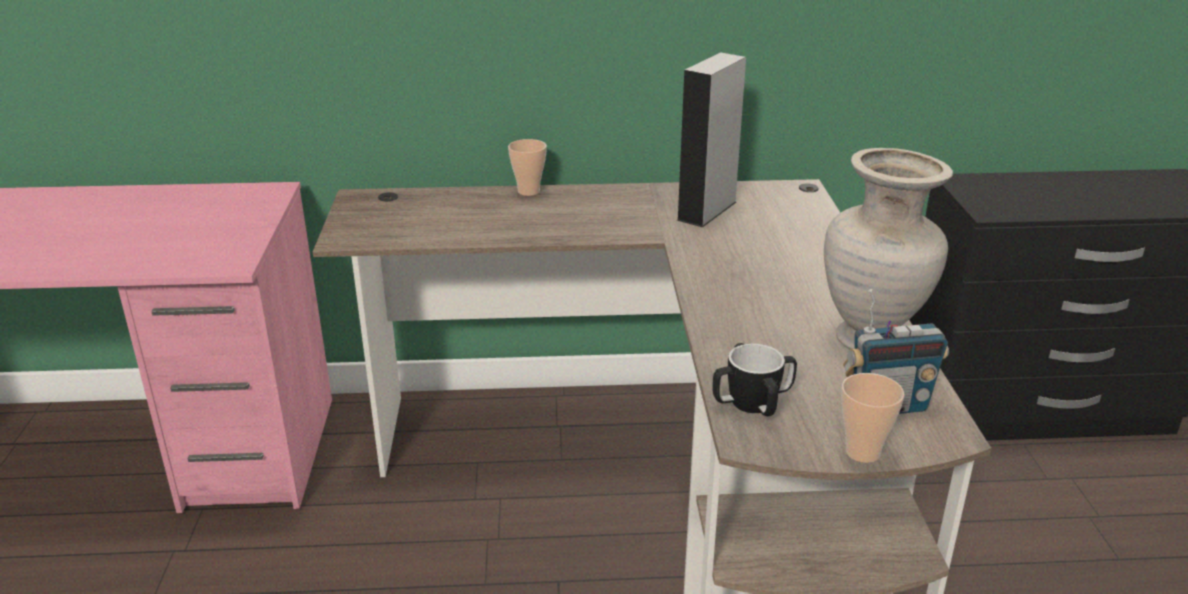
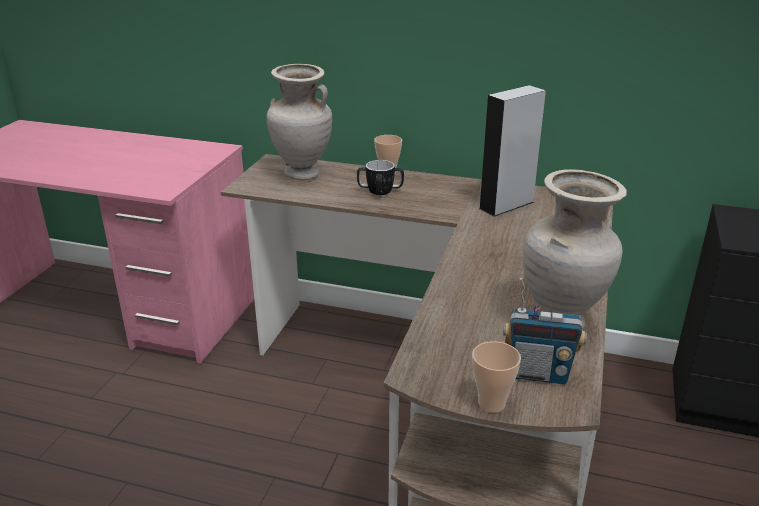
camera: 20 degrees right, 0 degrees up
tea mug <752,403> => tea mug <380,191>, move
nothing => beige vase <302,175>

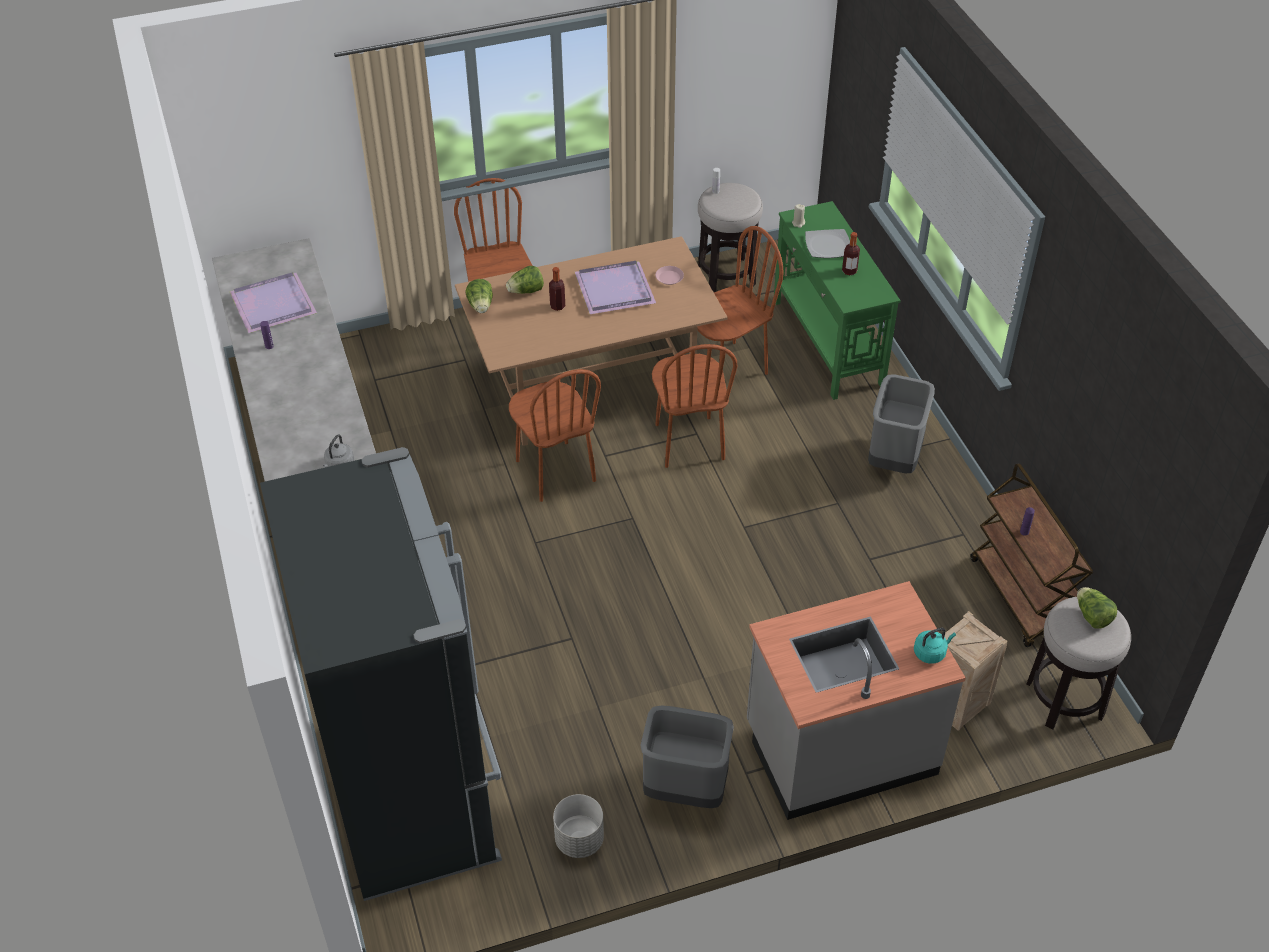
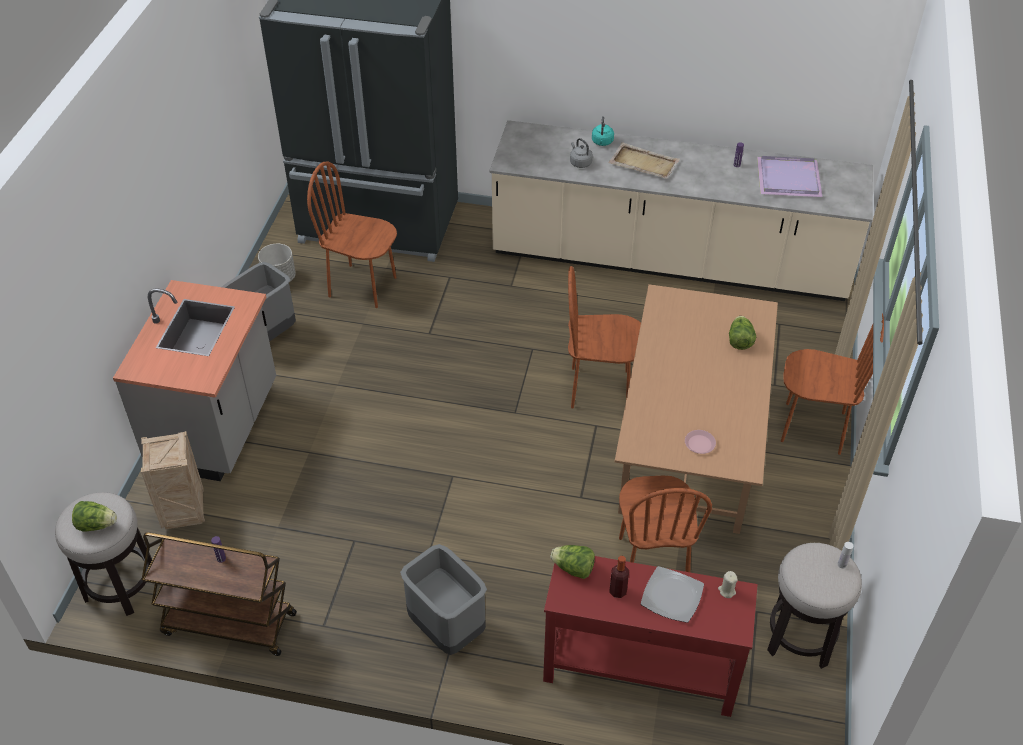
camera: 120 degrees right, 0 degrees up
lettuce <481,306> => lettuce <573,568>, move
beverage bottle <557,306> => nothing
purple tray <615,288> => nothing
brown chair <688,442> => brown chair <362,286>, move
green narrow table <827,343> => red narrow table <639,668>
turquoise water kettle <931,653> => turquoise water kettle <602,142>, move
nothing => beige tray <643,163>

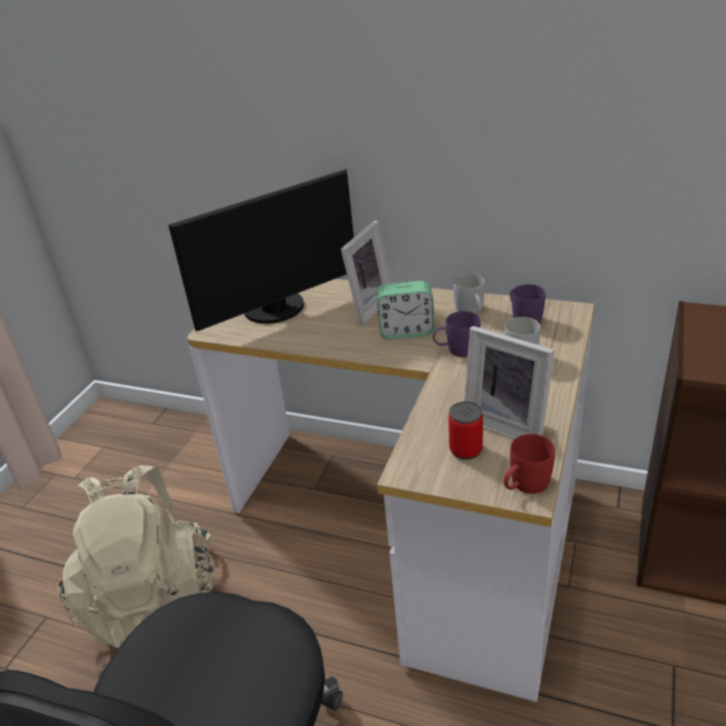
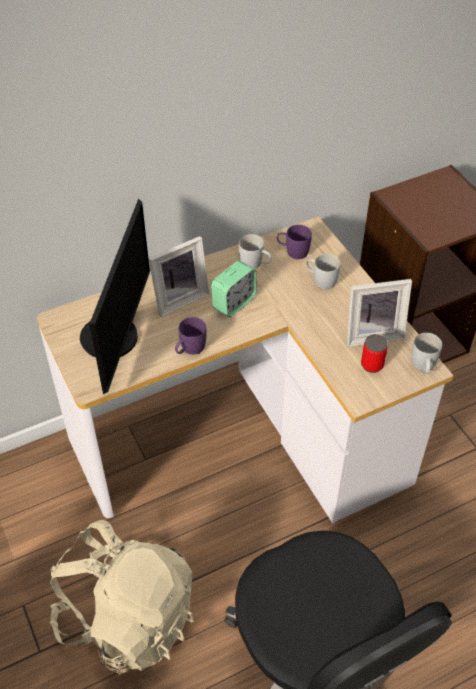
camera: 50 degrees left, 15 degrees up
standing frame <366,306> => standing frame <179,298>, 75 degrees clockwise
purple tea mug <456,350> => purple tea mug <189,349>, move
red tea mug <524,486> => white tea mug <423,366>

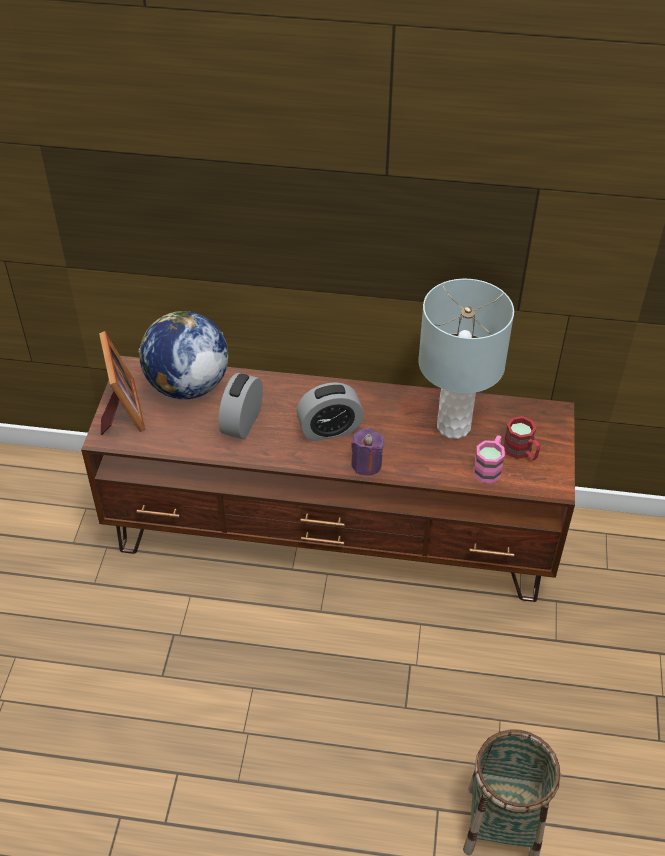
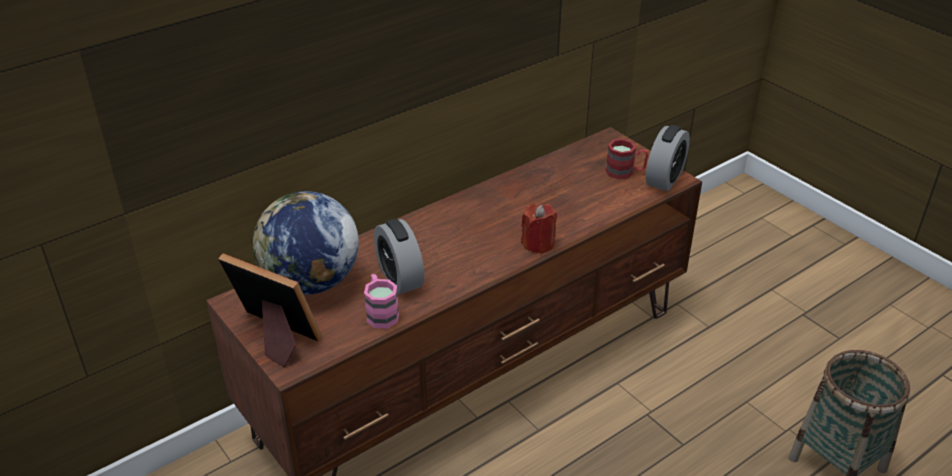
camera: 45 degrees left, 10 degrees down
bedside clock <329,429> => bedside clock <664,179>, move
purple wax light <366,464> => red wax light <538,244>
grey lamp for a table <454,426> => nothing
pinkish tea mug <489,468> => pinkish tea mug <380,313>, move

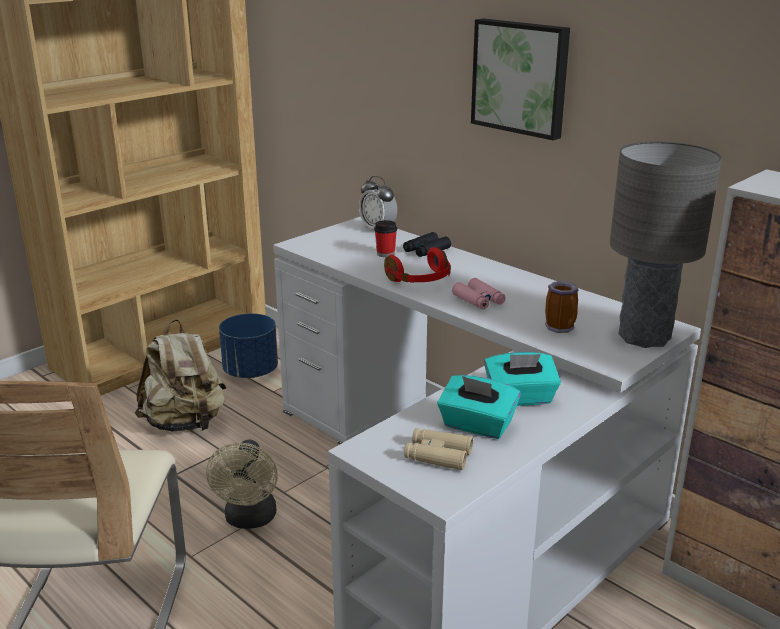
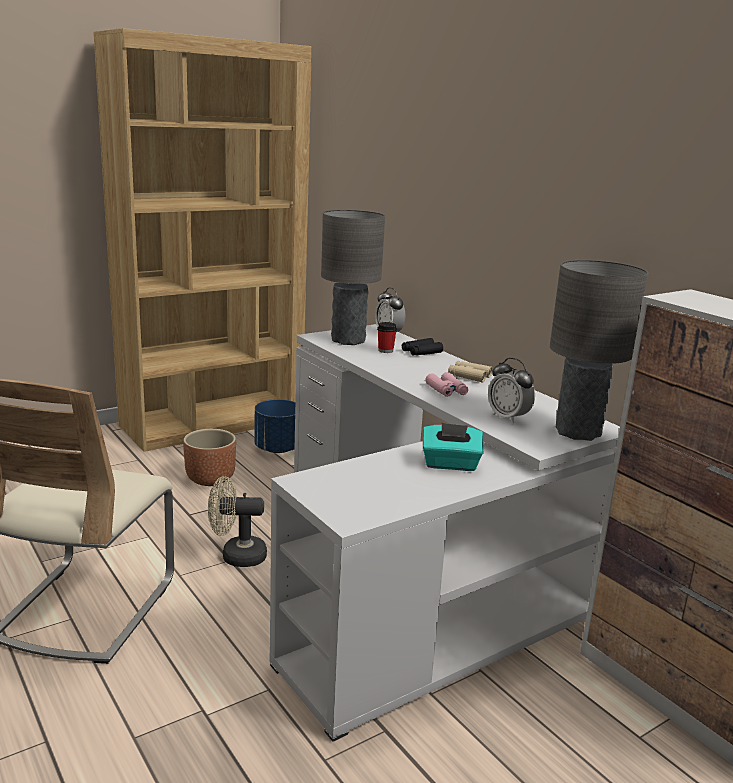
camera: 10 degrees right, 5 degrees down
beige rucksack <185,423> => brown plant pot <211,479>
beige cooling fan <249,520> => beige cooling fan <236,556>, 75 degrees clockwise
red headset <420,280> => nothing
beige pair of binoculars <438,455> => beige pair of binoculars <469,376>, move
turquoise tissue holder <477,425> => nothing
picture <521,77> => nothing
tea mug <562,328> => bedside clock <508,417>
nothing => grey lamp for a table <348,340>

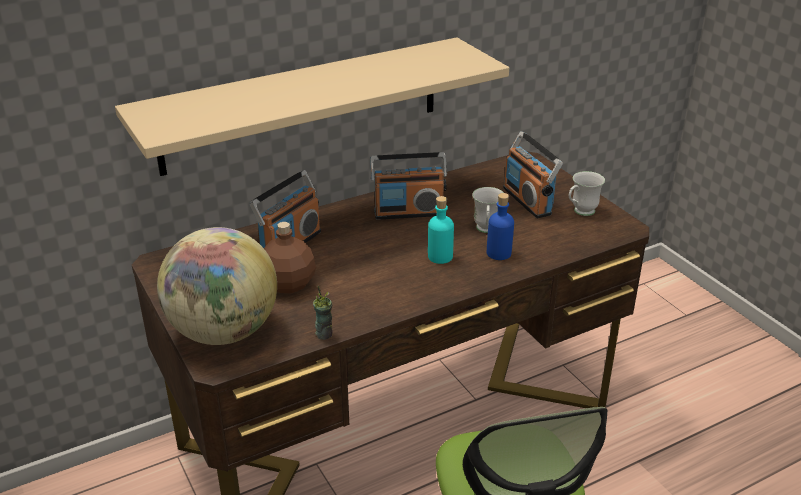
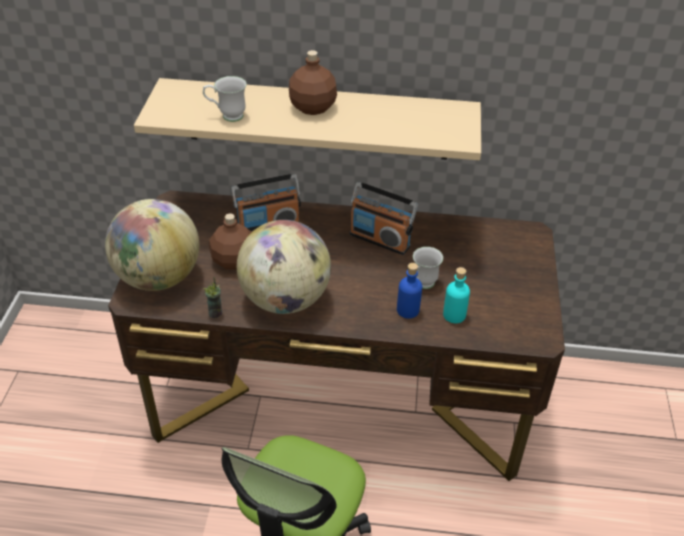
camera: 35 degrees right, 10 degrees up
turquoise beverage bottle <440,257> => turquoise beverage bottle <454,315>, move
radio <527,201> => nothing
white tea mug <580,212> => white tea mug <227,116>, move
nothing => world globe <285,299>
nothing => brown beverage bottle <313,107>

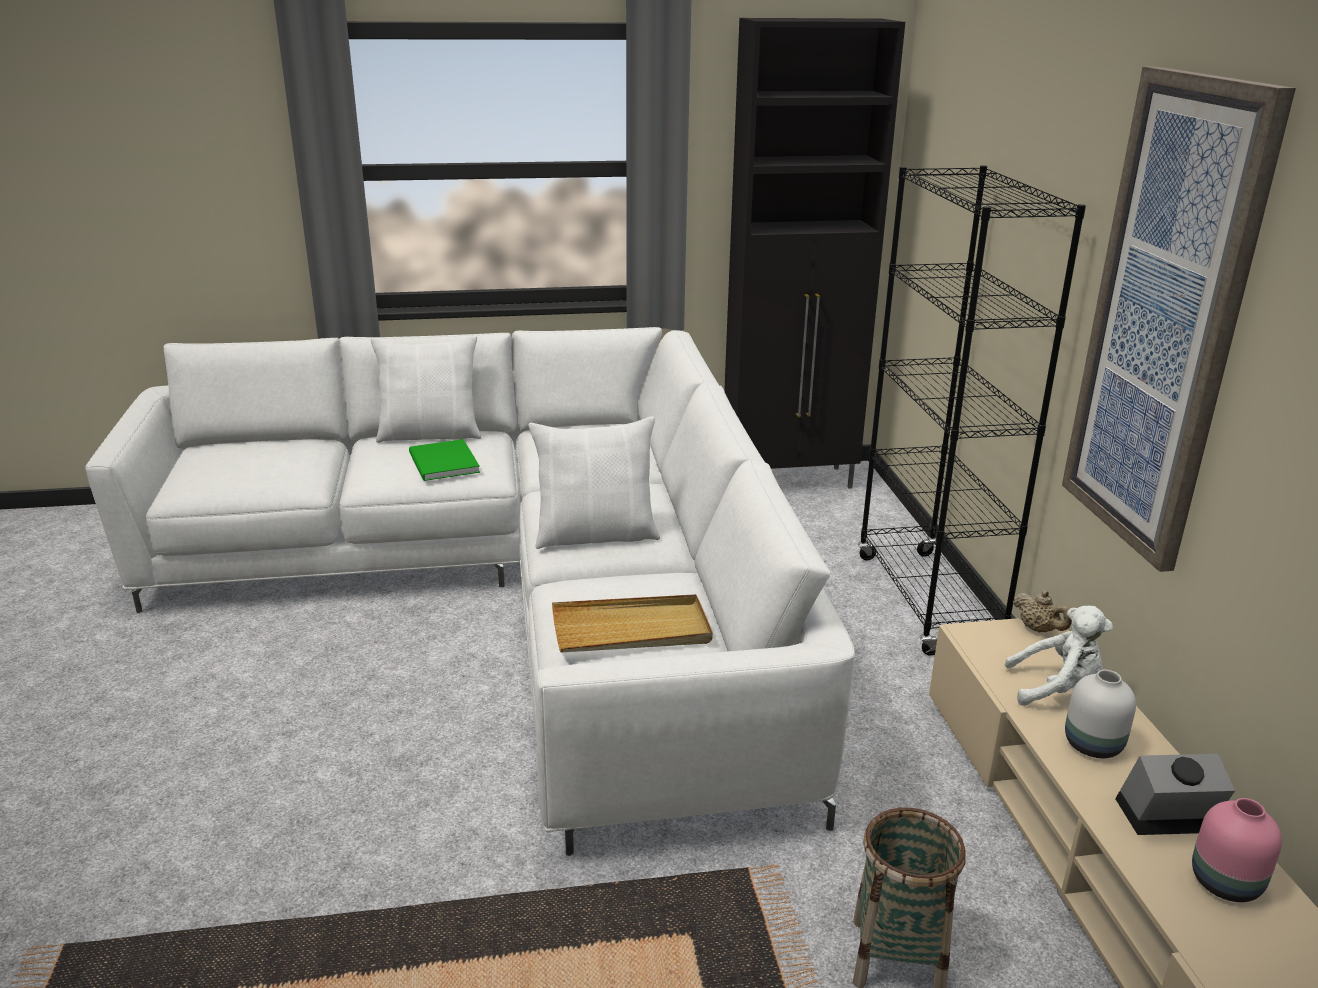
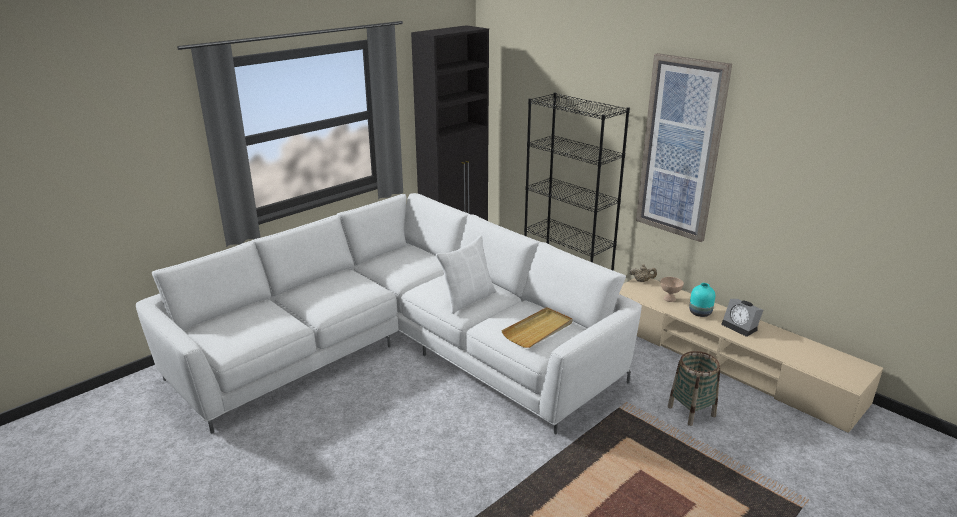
camera: 35 degrees left, 0 degrees up
white cushion <430,434> => nothing
green book <442,464> => nothing
white soft toy <1056,688> => beige serving bowl <670,299>
white vase <1092,746> => turquoise vase <700,313>
bedside clock <1163,819> => bedside clock <741,327>, 90 degrees counterclockwise
pinkish vase <1223,883> => nothing

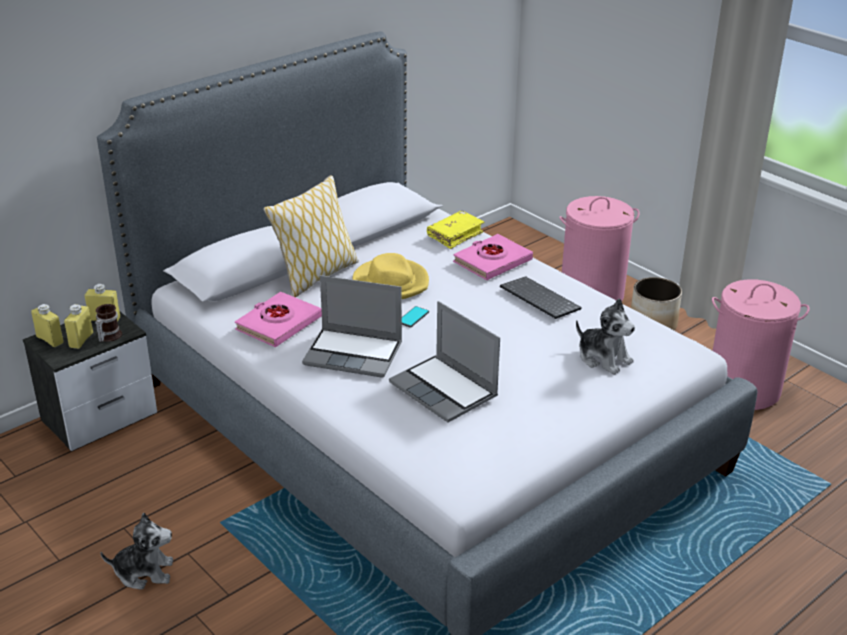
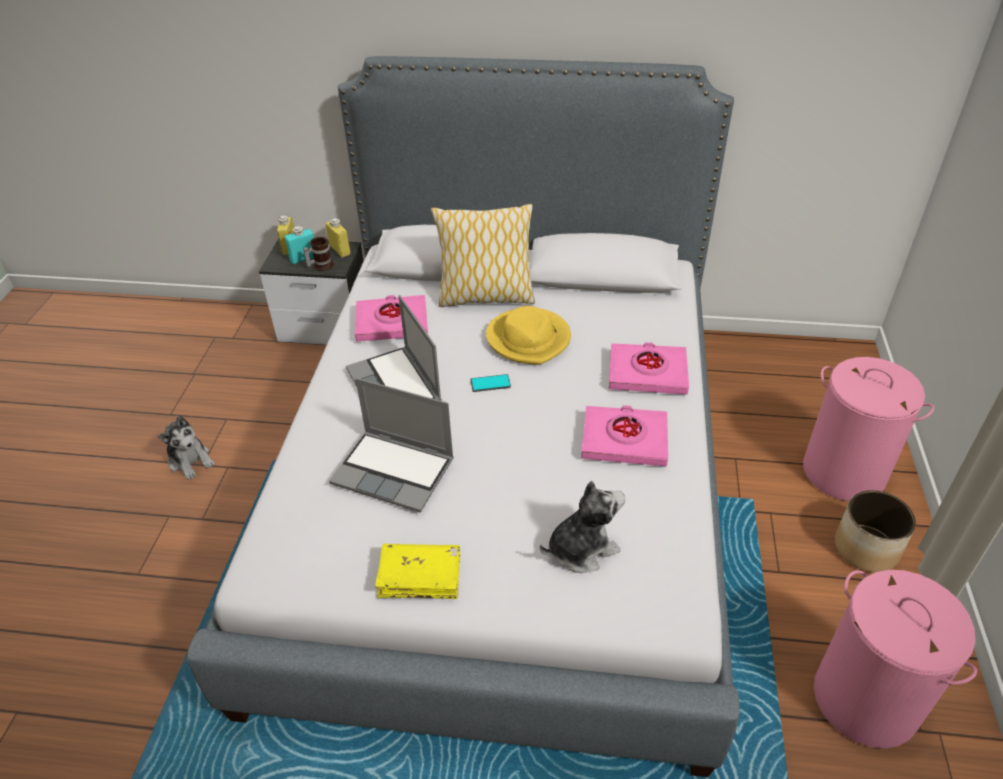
camera: 50 degrees right, 10 degrees up
yellow beverage bottle <81,340> => turquoise beverage bottle <304,258>
portable computer <445,390> => portable computer <395,471>, 75 degrees counterclockwise
yellow book <455,235> => yellow book <420,577>, move
keyboard <537,299> => pinkish book <624,440>
soft toy <603,358> => soft toy <581,549>, 120 degrees counterclockwise

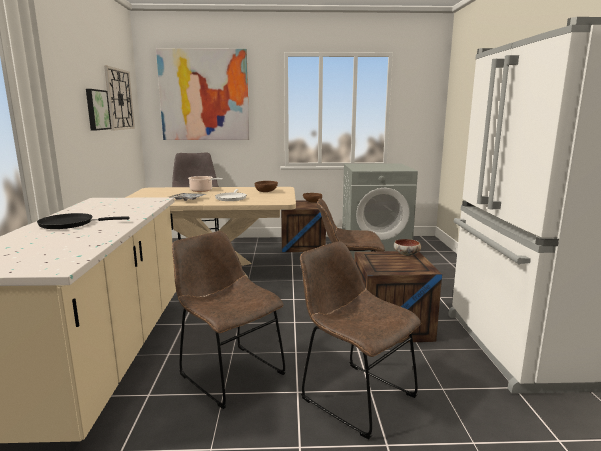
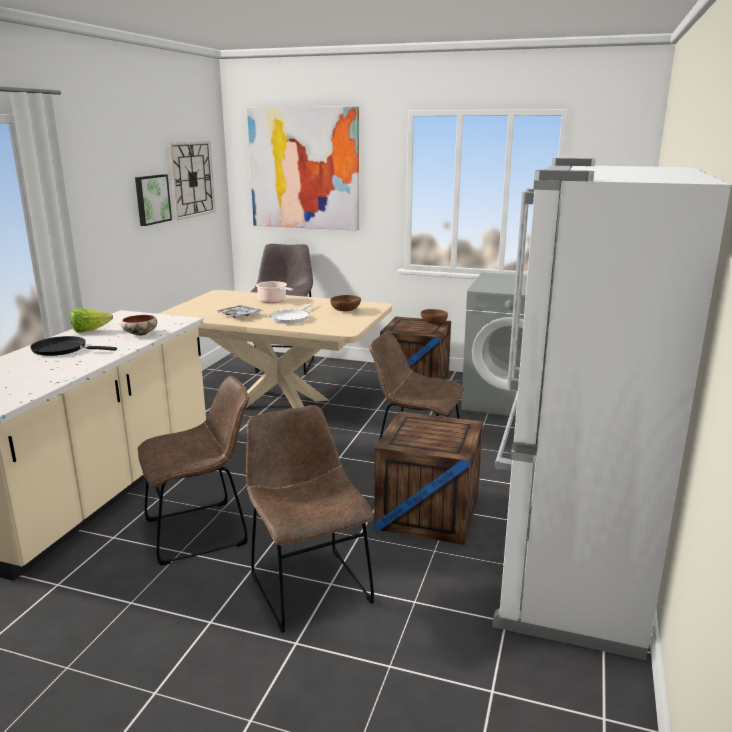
camera: 20 degrees right, 5 degrees up
brown chair <229,372> => brown chair <202,531>, 90 degrees clockwise
serving bowl <406,255> => serving bowl <140,334>, move
nothing => lettuce <90,331>

